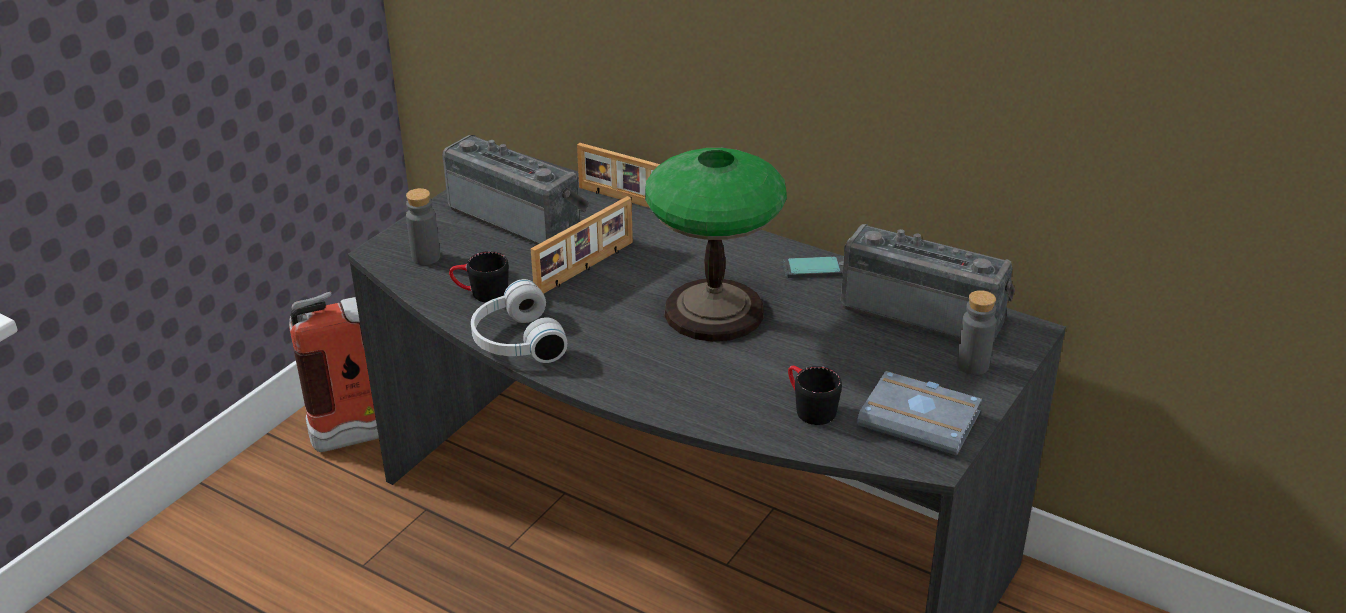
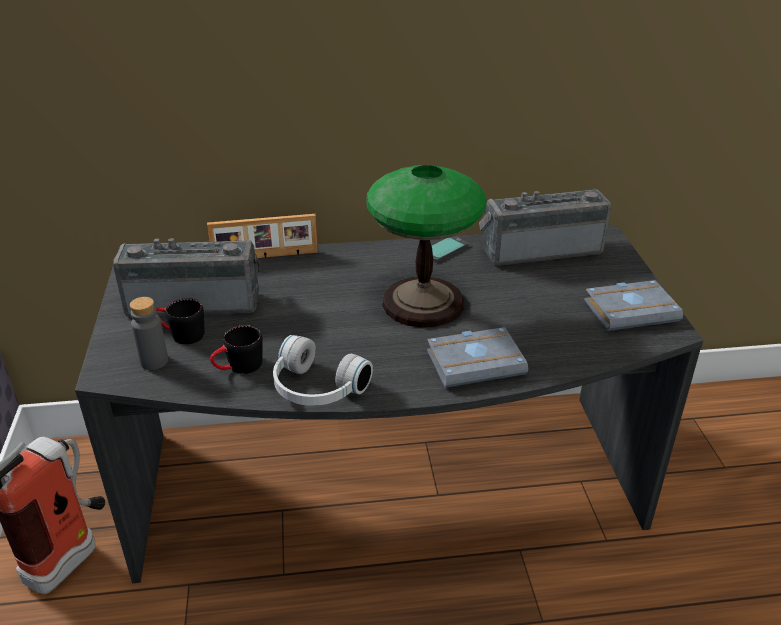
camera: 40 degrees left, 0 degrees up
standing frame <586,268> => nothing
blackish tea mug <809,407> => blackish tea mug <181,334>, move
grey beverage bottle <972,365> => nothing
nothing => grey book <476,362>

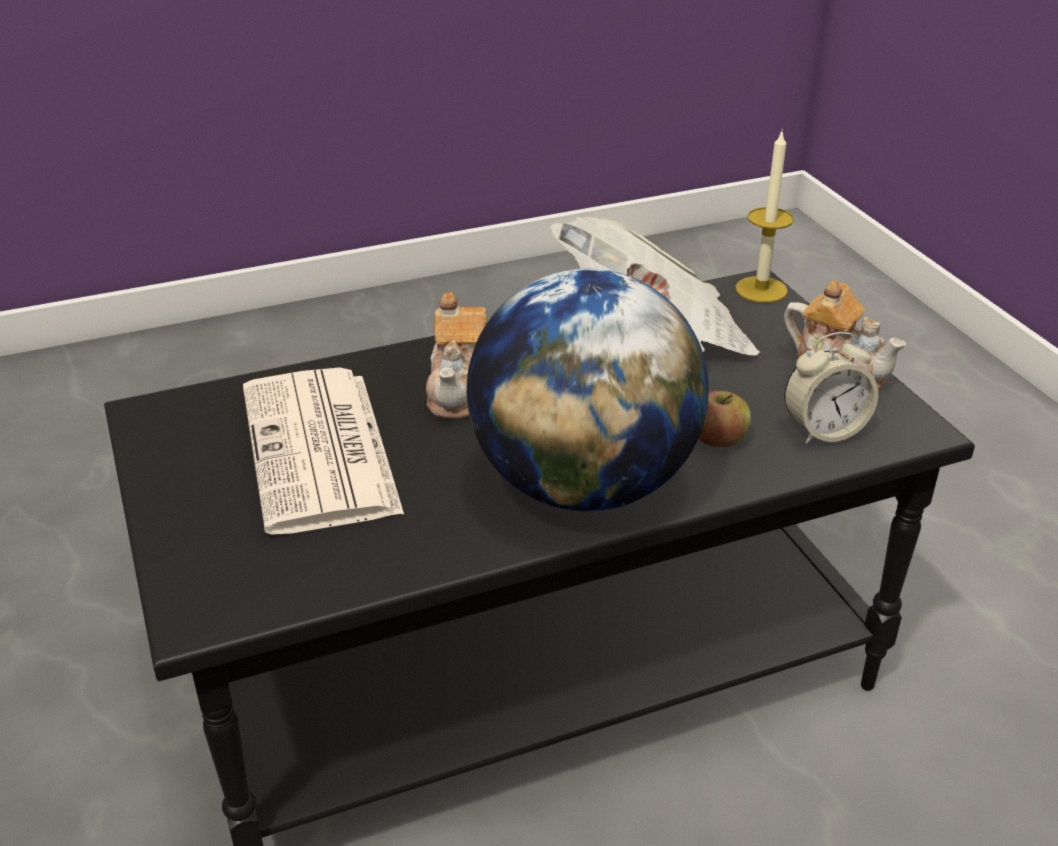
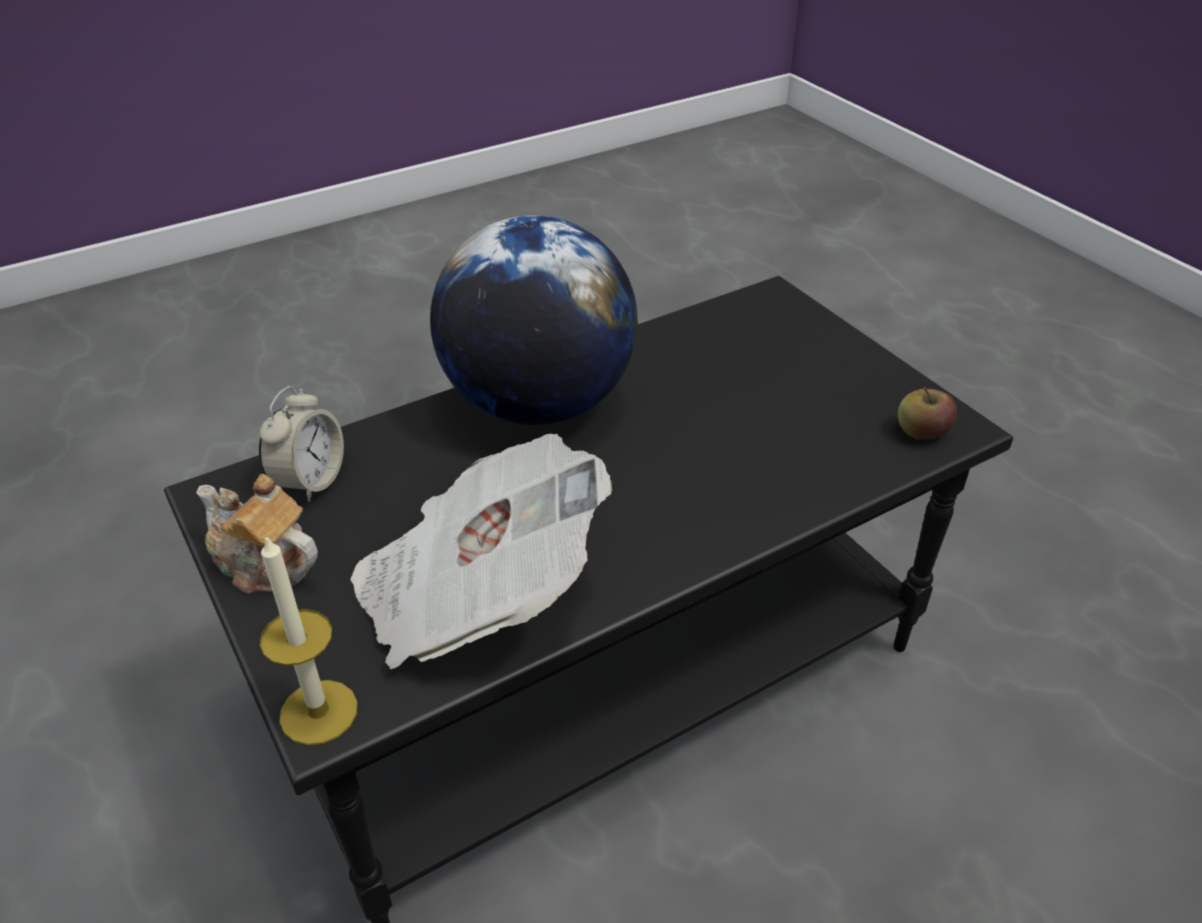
camera: 170 degrees right, 5 degrees up
daily paper <321,452> => nothing
teapot <461,390> => nothing
apple fruit <717,438> => apple fruit <922,432>, move
bedside clock <824,430> => bedside clock <310,481>, 135 degrees clockwise

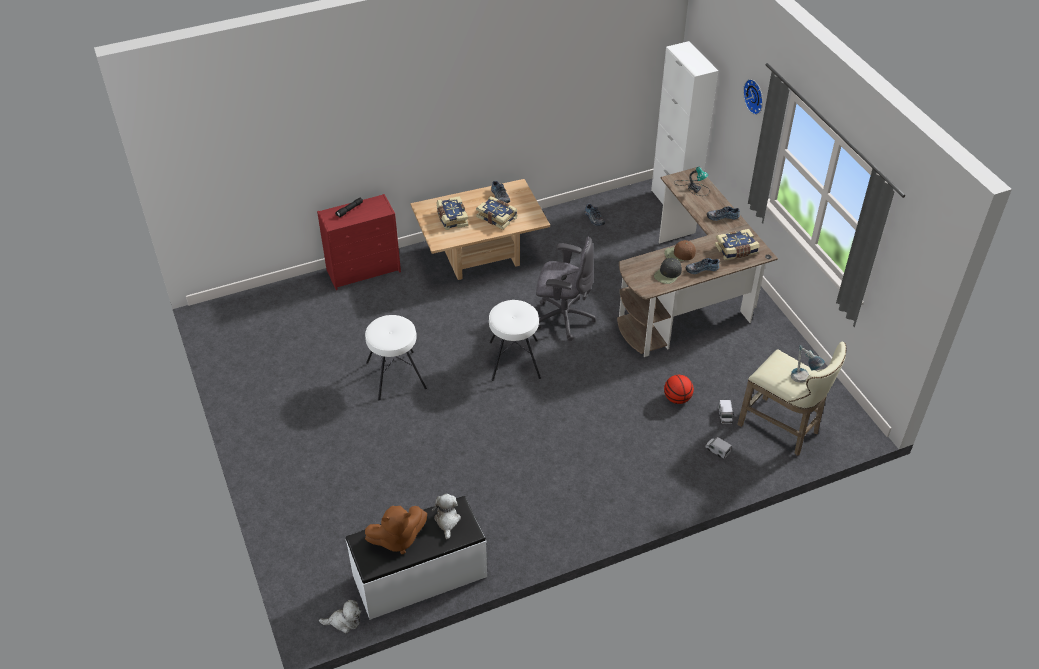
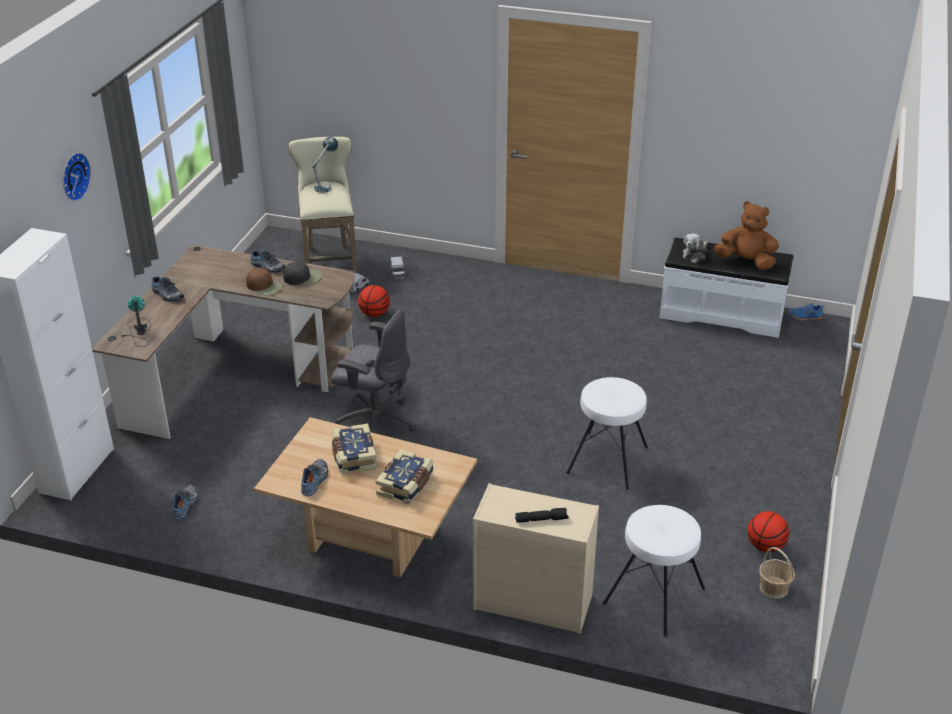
camera: 140 degrees left, 10 degrees down
red drawer chest <364,270> => beige drawer chest <531,602>
soft toy <344,621> => blue-coloured item of footwear <805,317>
white stool <514,360> => white stool <655,596>, move
grey computer chair <563,318> => grey computer chair <375,422>, 150 degrees clockwise
book <736,250> => nothing
nothing => ball for basketball <765,546>
nothing => household basket <773,588>

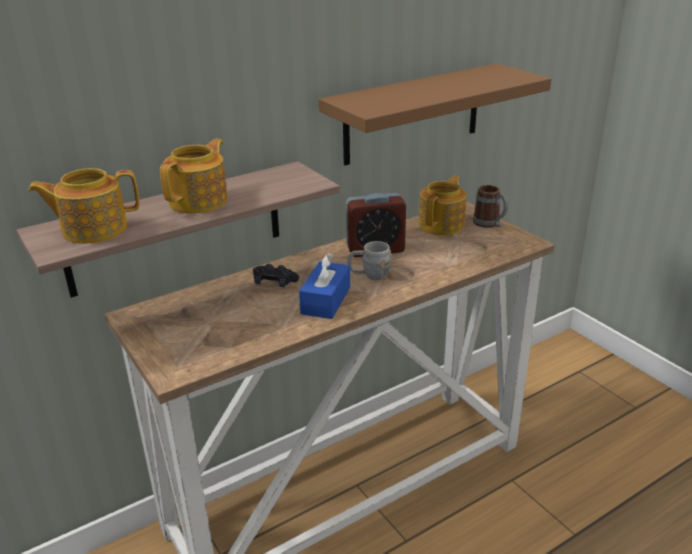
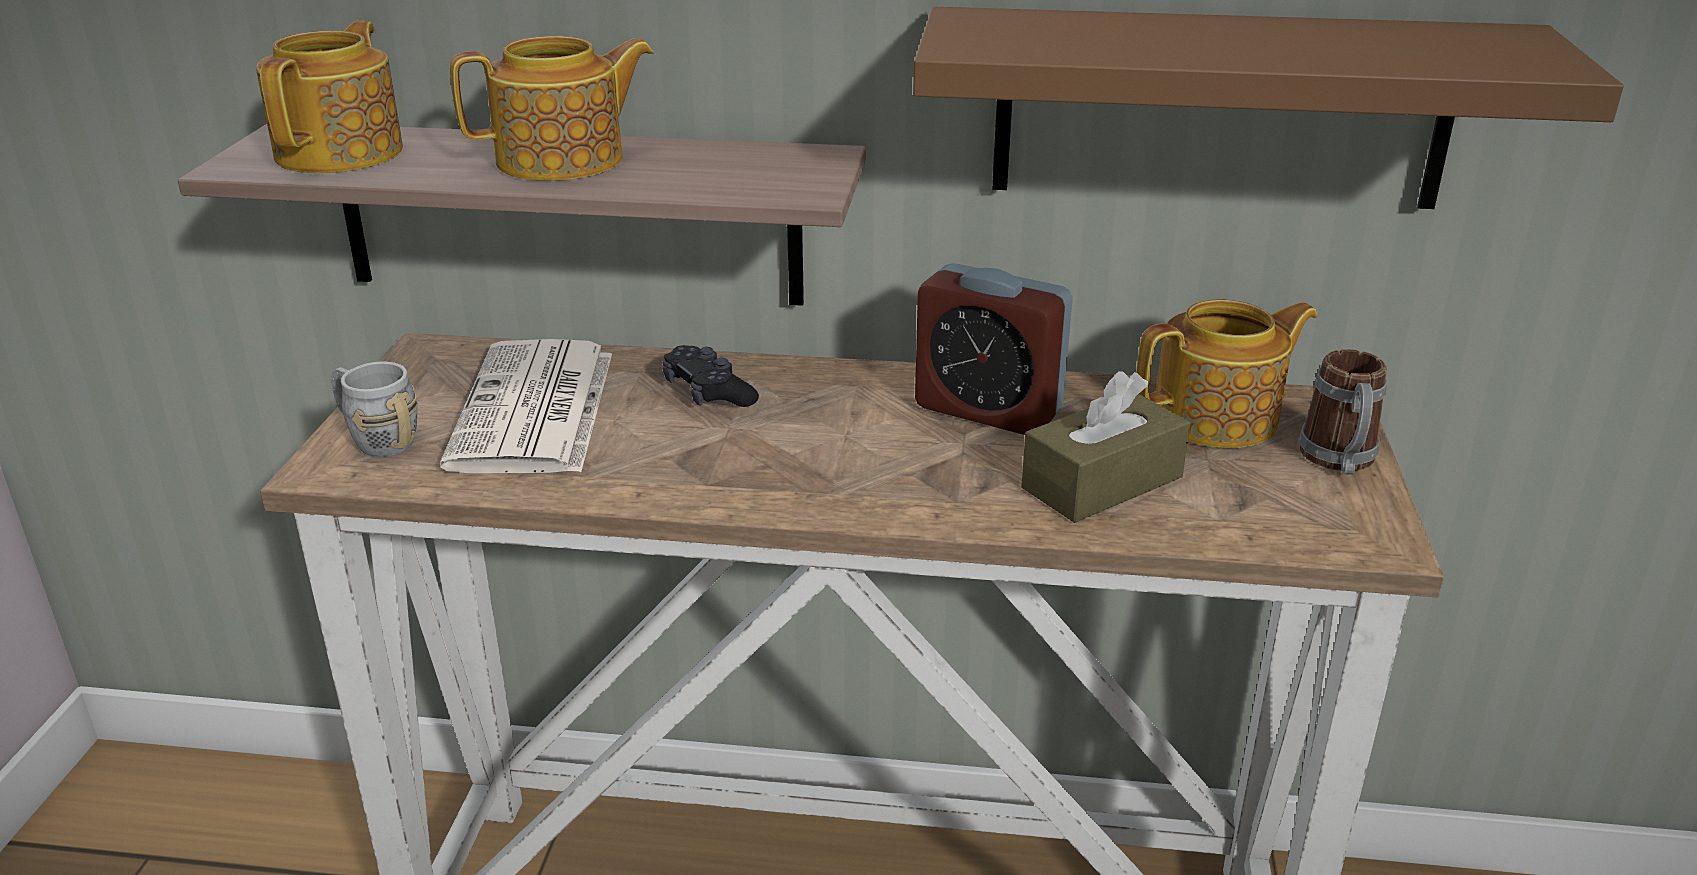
camera: 40 degrees right, 0 degrees up
teapot <93,229> => teapot <343,152>, 75 degrees clockwise
blue-coloured tissue holder <326,300> => nothing
grey tea mug <369,275> => grey tea mug <376,438>, move
nothing => daily paper <535,411>
nothing => brown tissue holder <1102,482>

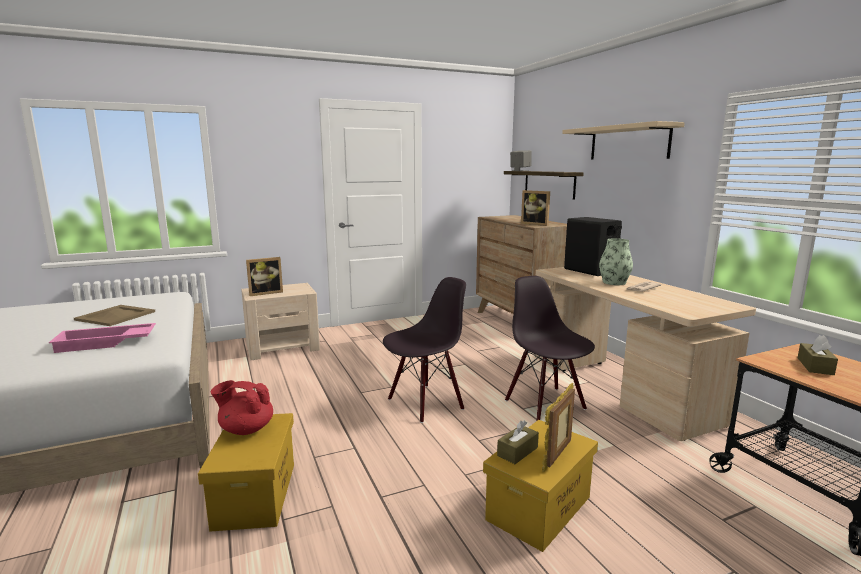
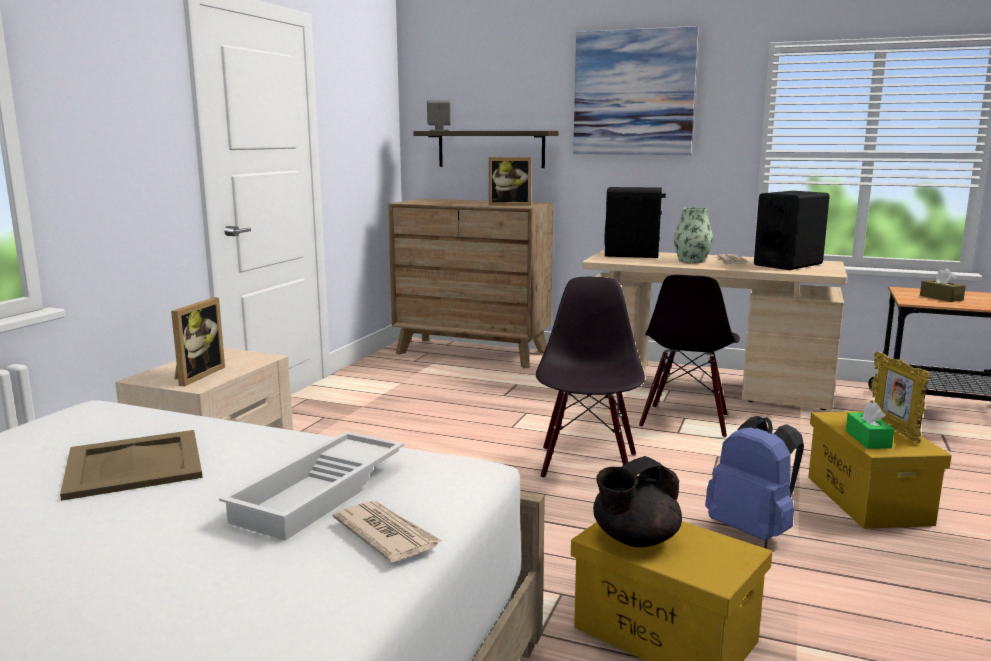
camera: 45 degrees left, 0 degrees up
pinkish tray <105,343> => white tray <321,494>
red teapot <246,429> => blackish teapot <634,539>
brown tissue holder <517,451> => green tissue holder <868,439>
blackish chair <545,404> => blackish chair <685,421>, 90 degrees counterclockwise
beige wall shelf <628,143> => picture <634,93>
nothing => daily paper <386,534>
nothing => blue-coloured rucksack <753,530>
nothing => blackish speaker <788,264>

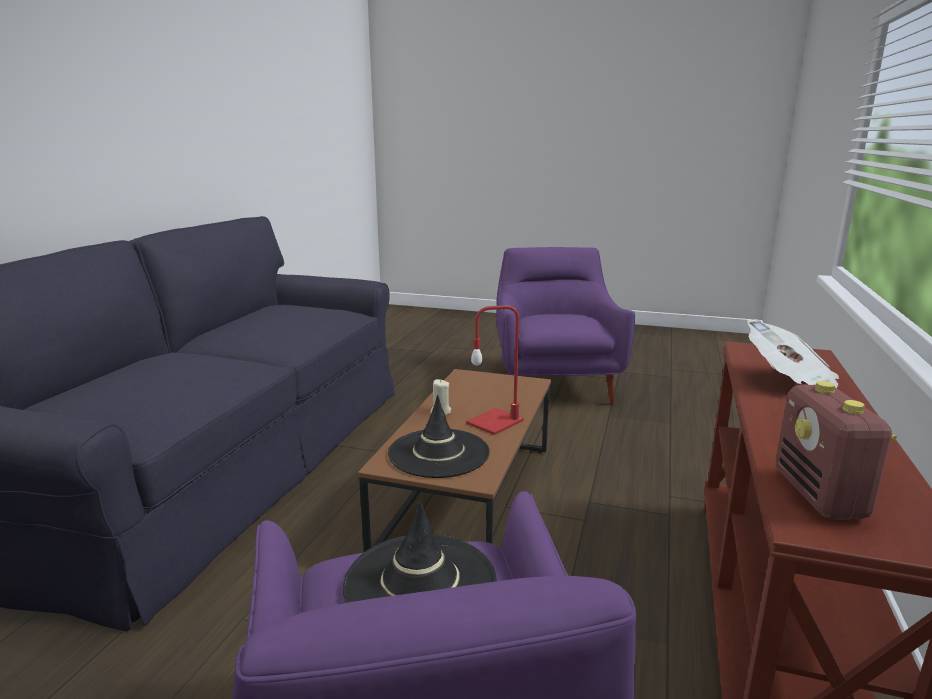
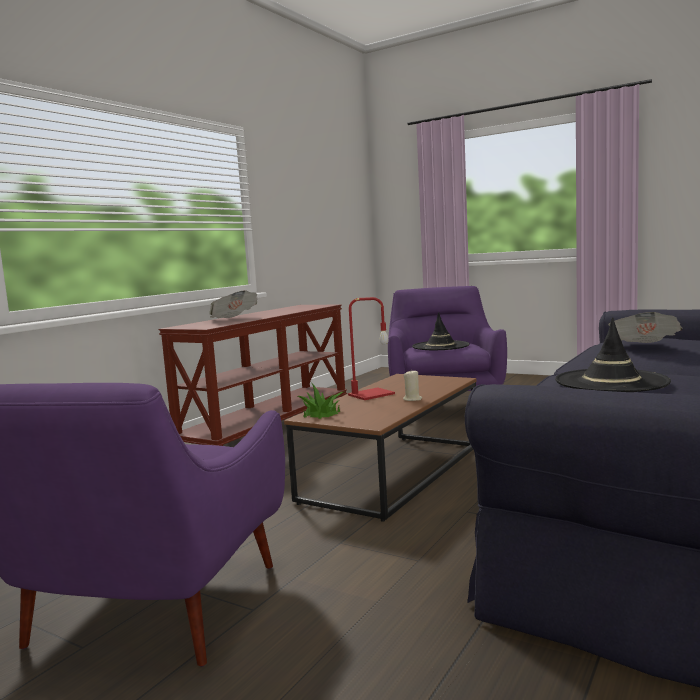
camera: 165 degrees left, 10 degrees down
blackish hat <438,453> => blackish hat <611,381>, move
radio <820,496> => nothing
nothing => houseplant <321,413>
nothing => daily paper <644,347>

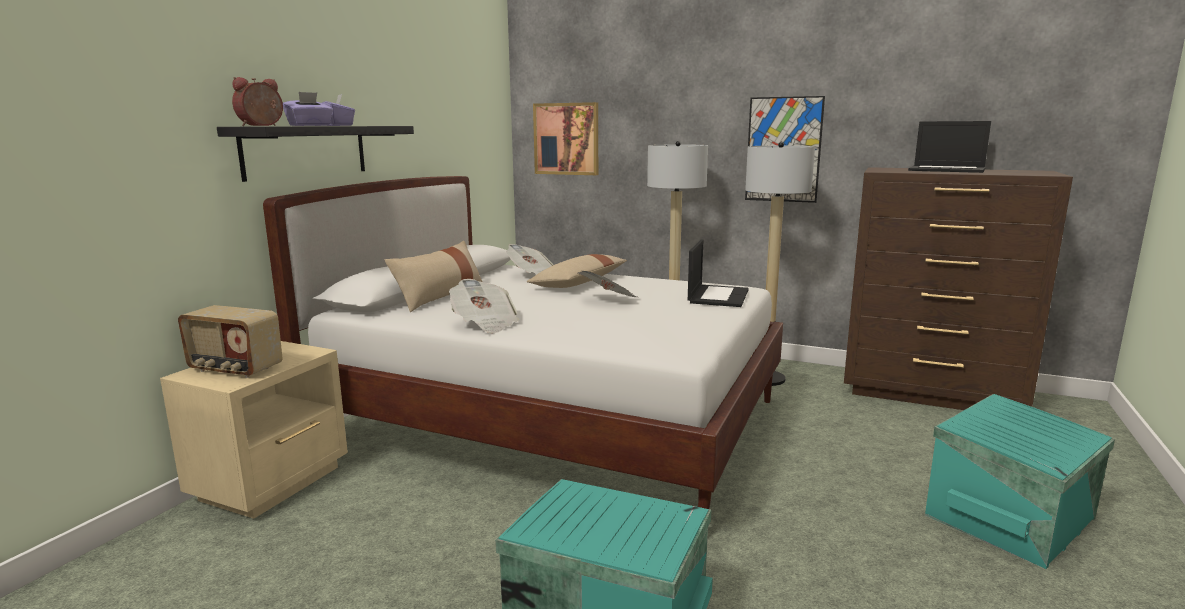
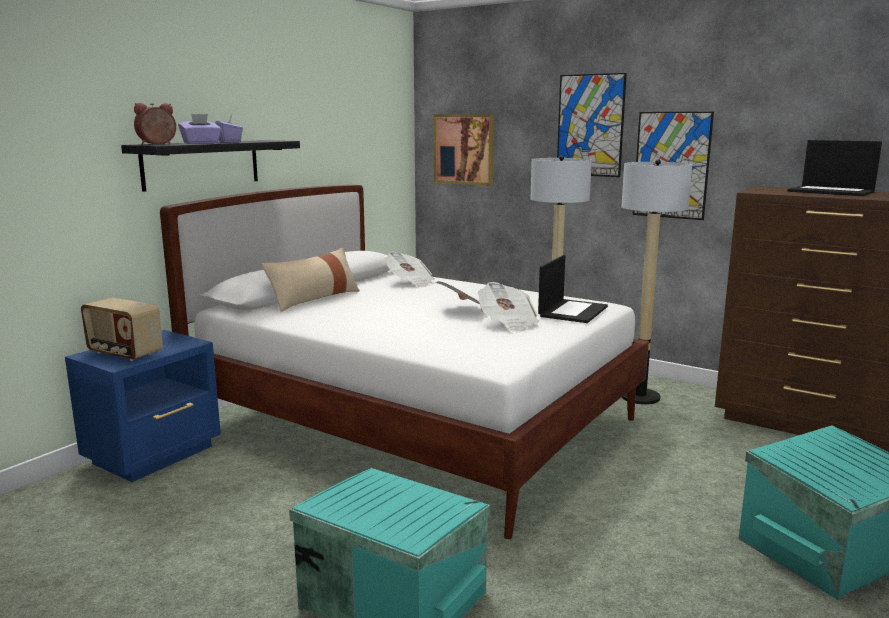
camera: 10 degrees right, 0 degrees up
beige nightstand <273,483> => blue-coloured nightstand <155,454>
daily paper <485,324> => daily paper <507,323>, move
beige cushion <579,283> => nothing
nothing => picture <590,125>

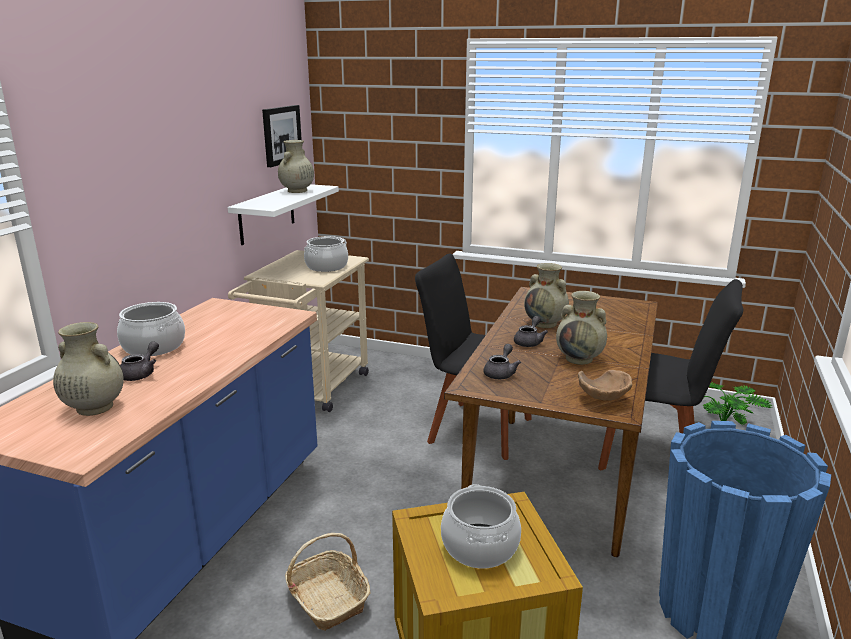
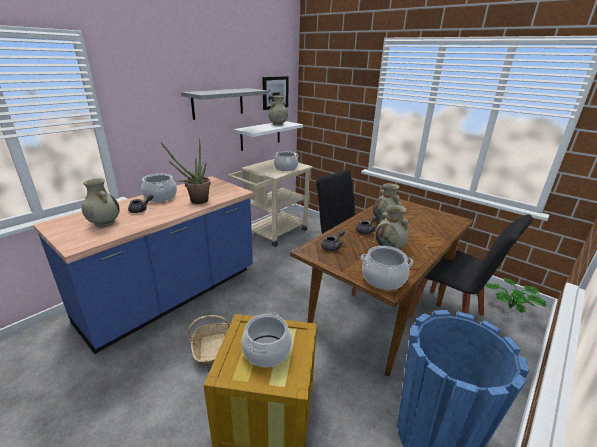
camera: 20 degrees right, 5 degrees up
brown serving bowl <603,400> => saucepot <383,279>
nothing => houseplant <195,201>
nothing => grey wall shelf <218,103>

